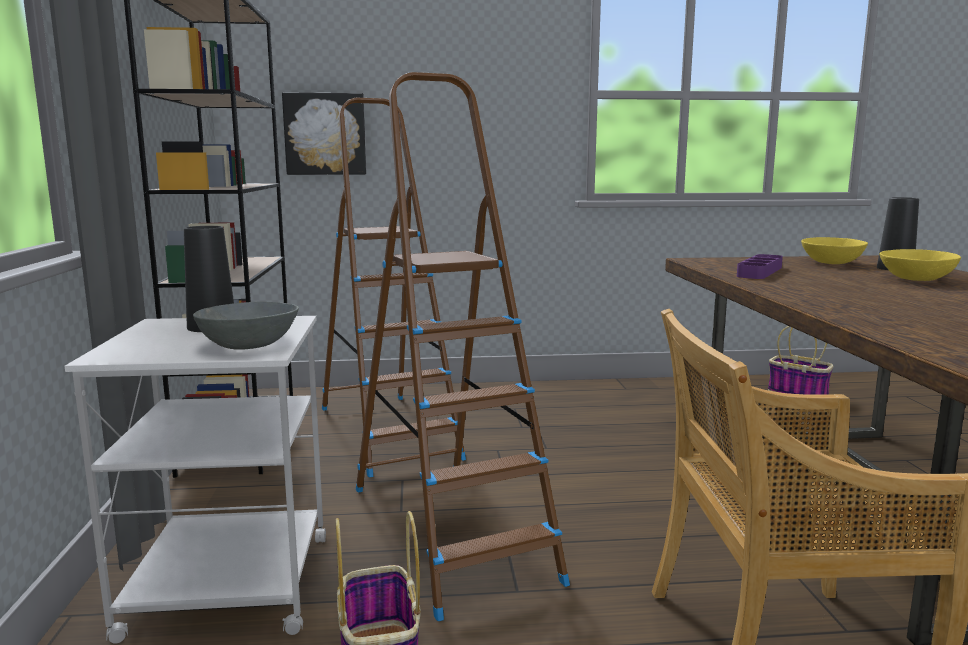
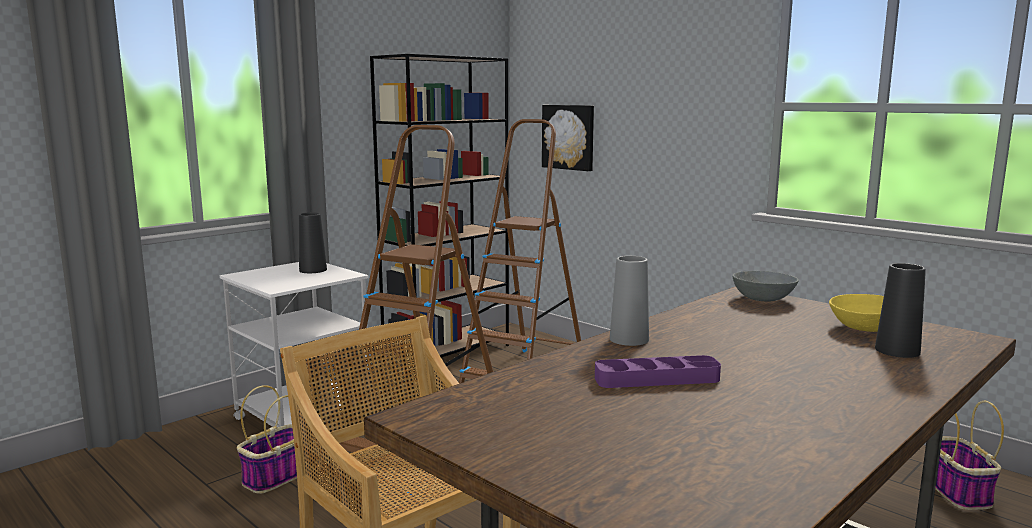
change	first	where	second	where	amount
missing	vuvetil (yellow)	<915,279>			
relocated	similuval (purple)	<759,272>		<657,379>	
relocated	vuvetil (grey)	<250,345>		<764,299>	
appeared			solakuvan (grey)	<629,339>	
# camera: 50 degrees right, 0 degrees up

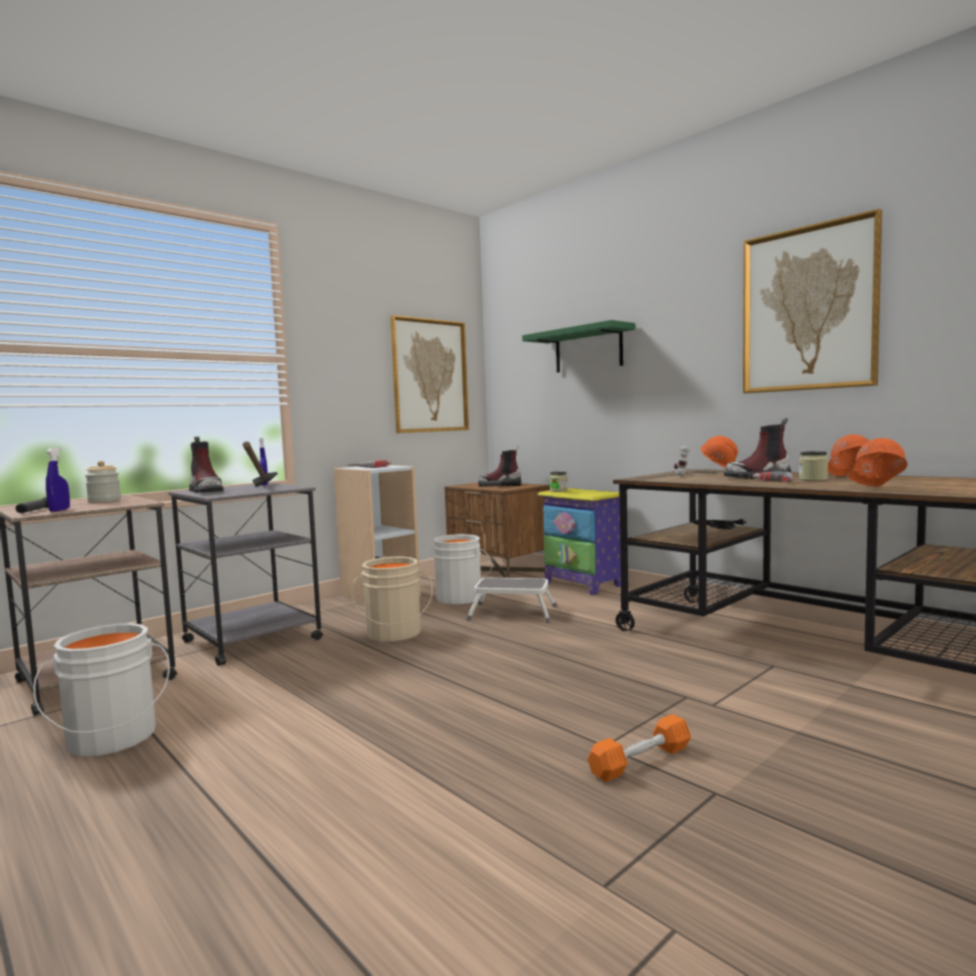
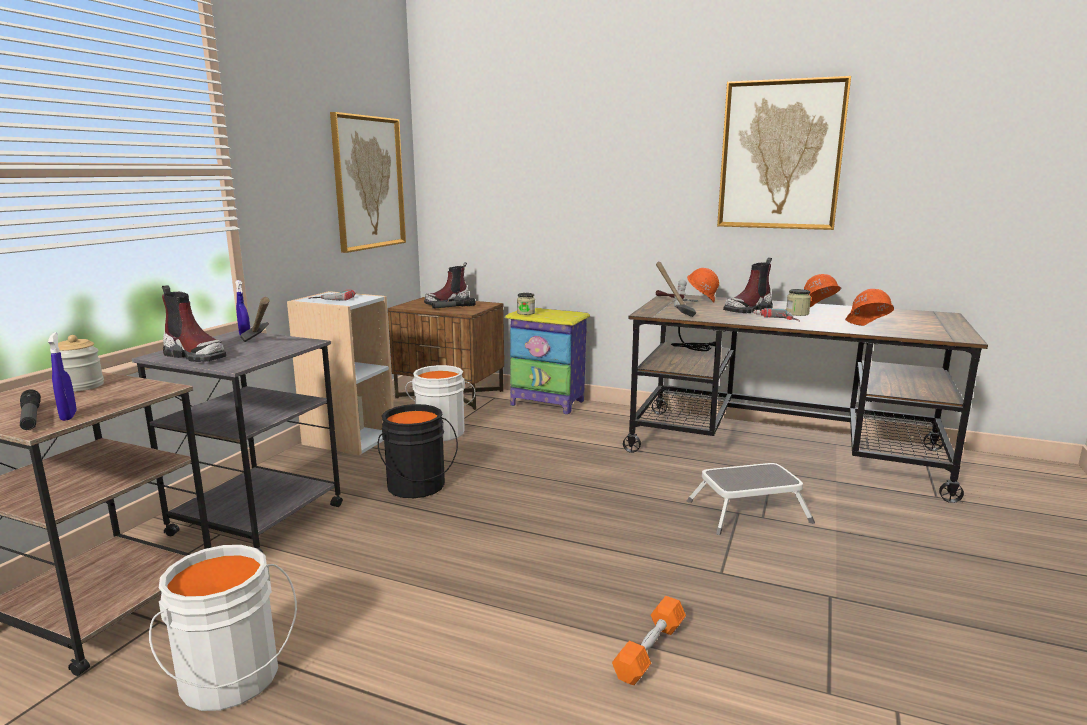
change	first	where	second	where	amount
missing	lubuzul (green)	<588,349>			
colour	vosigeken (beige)	<394,634>	vosigeken (black)	<417,487>	
relocated	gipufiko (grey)	<512,613>		<748,511>	
relocated	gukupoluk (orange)	<641,761>		<650,650>	
appeared			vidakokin	<672,312>	
# camera: 25 degrees left, 10 degrees up

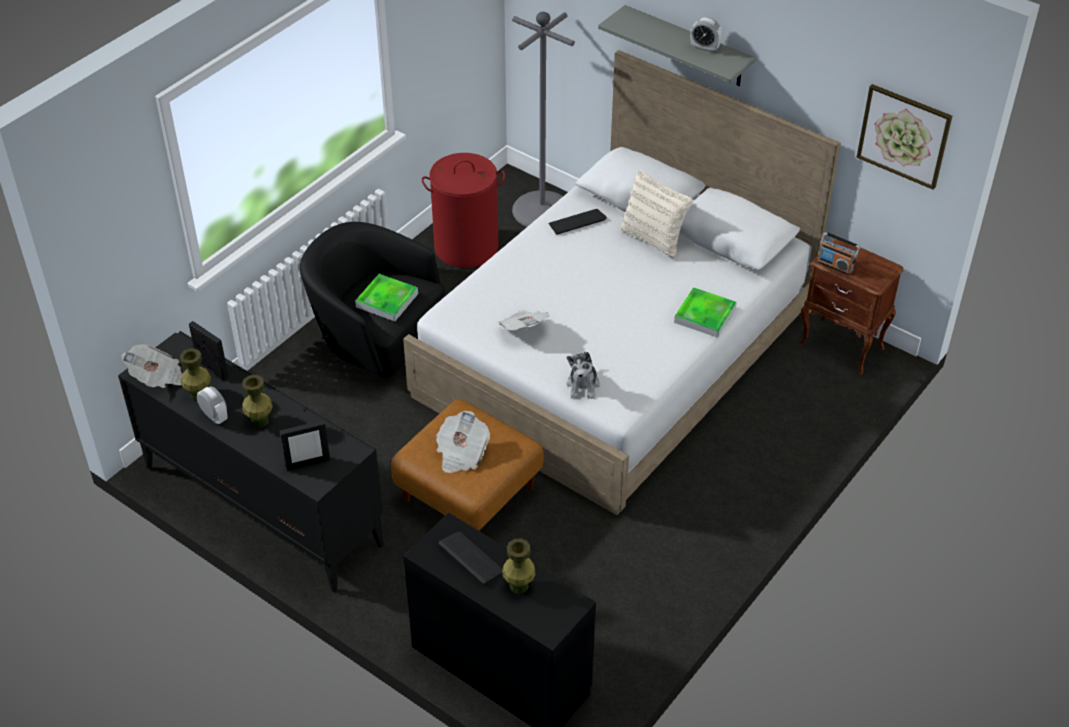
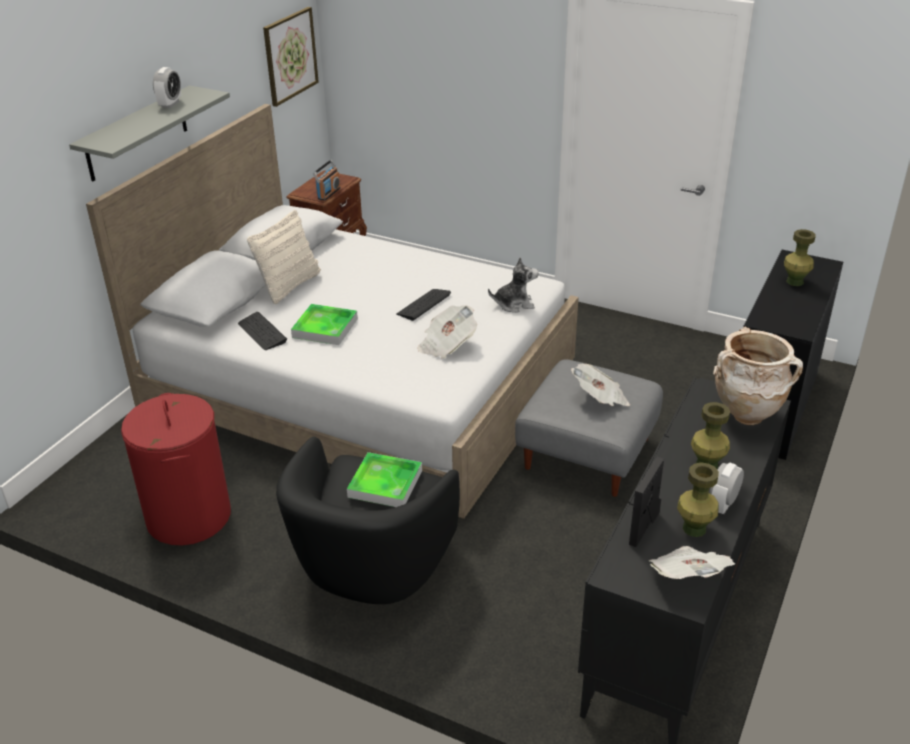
change	first	where	second	where	amount
missing	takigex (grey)	<542,210>			
relocated	similuval	<705,315>		<325,328>	
colour	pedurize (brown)	<470,494>	pedurize (grey)	<586,453>	
exchanged	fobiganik	<307,463>	solakuvan (beige)	<744,417>	
relocated	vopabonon	<471,558>		<423,305>	
# camera: 100 degrees left, 10 degrees down

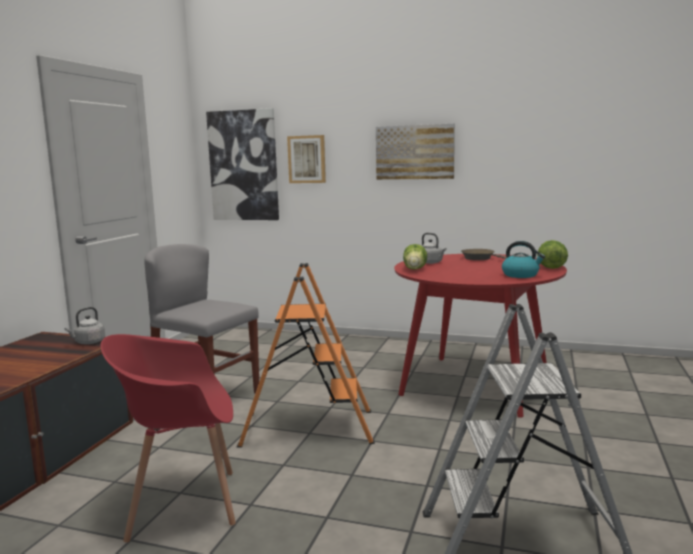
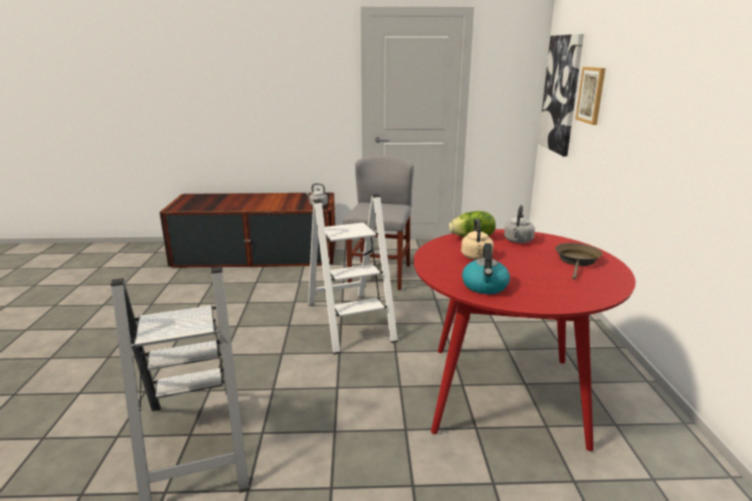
change	first	where	second	where	amount
missing	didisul	<415,152>			
missing	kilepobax	<551,267>			
colour	gipufiko (orange)	<306,427>	gipufiko (white)	<349,321>	
missing	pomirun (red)	<181,504>			
appeared			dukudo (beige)	<476,257>	
# camera: 70 degrees right, 10 degrees up

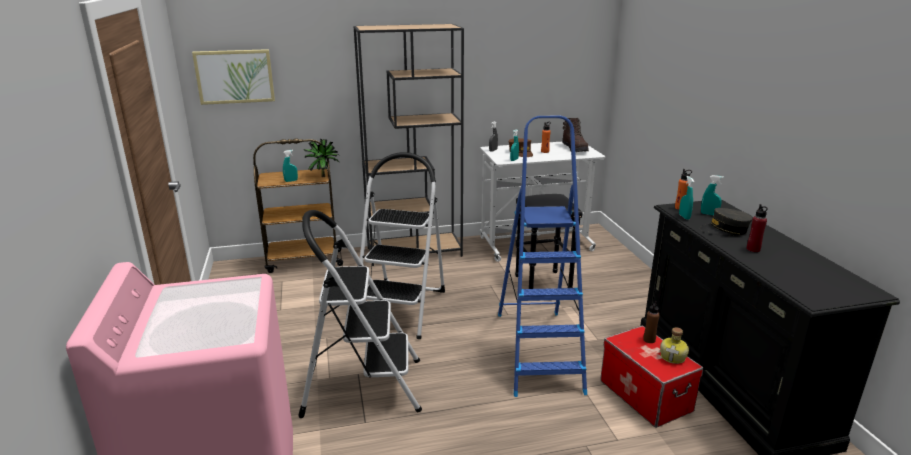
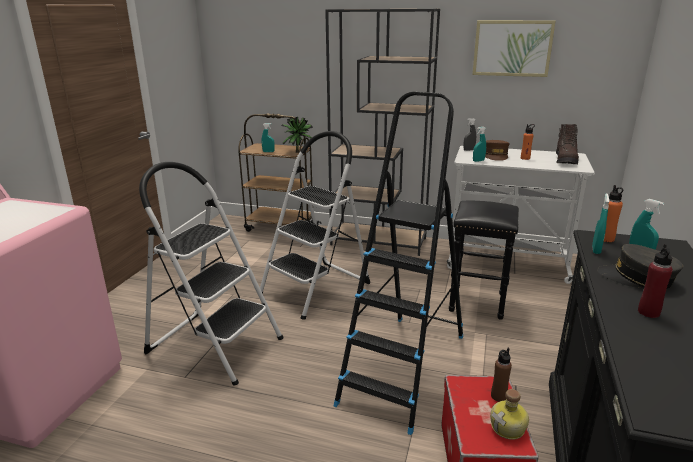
change	first	where	second	where	amount
relocated	didisul	<235,76>		<512,48>	
colour	gipufiko (blue)	<538,350>	gipufiko (black)	<404,368>	
# camera: 30 degrees right, 0 degrees up

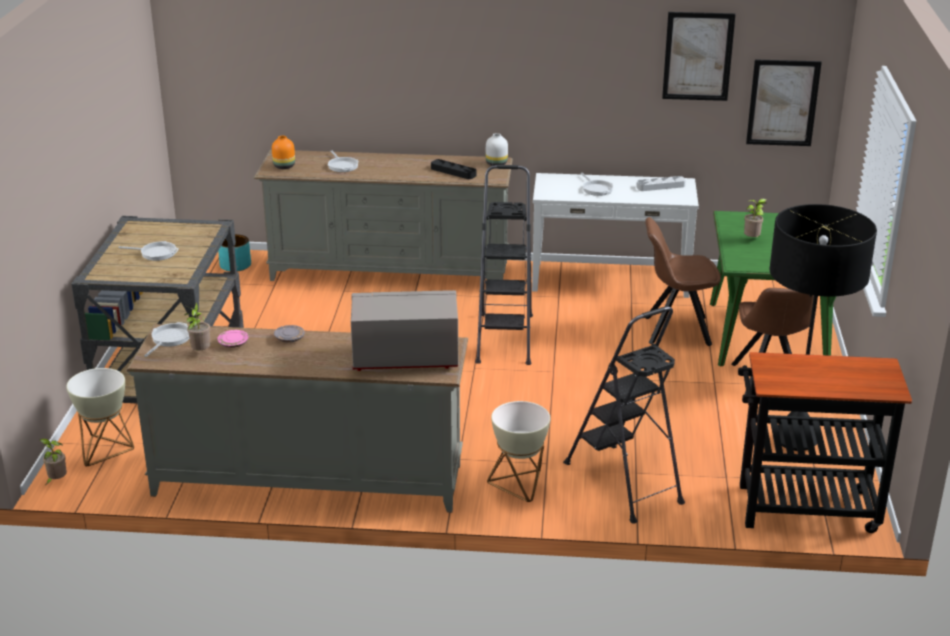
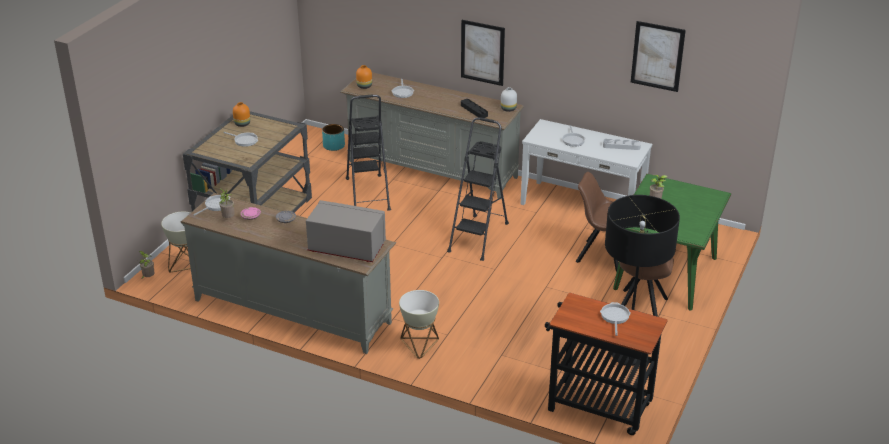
change	first	where	second	where	amount
relocated	didisul	<783,103>		<482,52>	
relocated	gipufiko	<623,483>		<367,194>	
appeared			solakuvan (orange)	<242,124>	
appeared			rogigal	<614,317>	
# camera: 20 degrees right, 5 degrees up

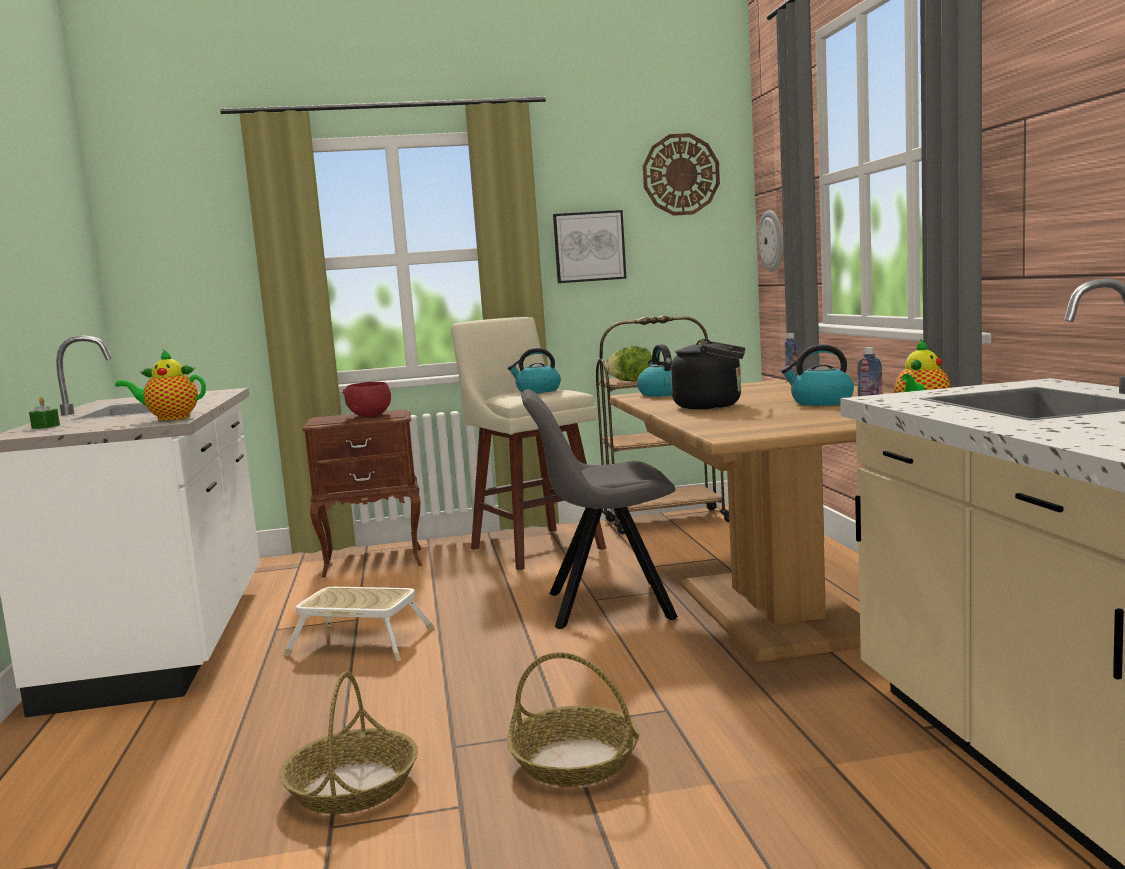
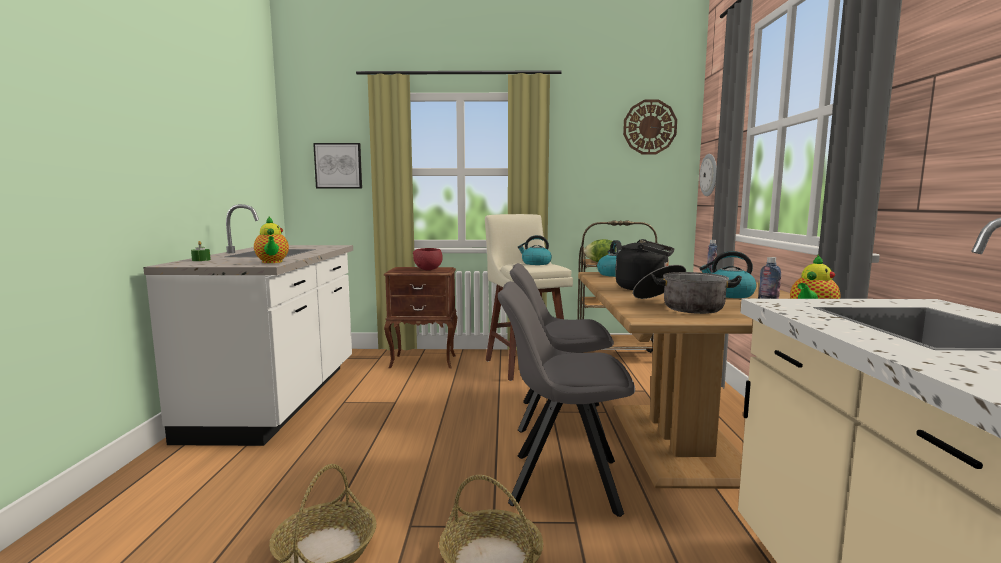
change	first	where	second	where	amount
relocated	didisul	<589,246>		<338,166>	
spun	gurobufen	<169,418>		<272,262>	120 degrees counterclockwise
missing	gipufiko (beige)	<360,642>			
appeared			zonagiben	<680,306>	
appeared			pomirun (grey)	<563,482>	
# camera: 10 degrees right, 0 degrees up

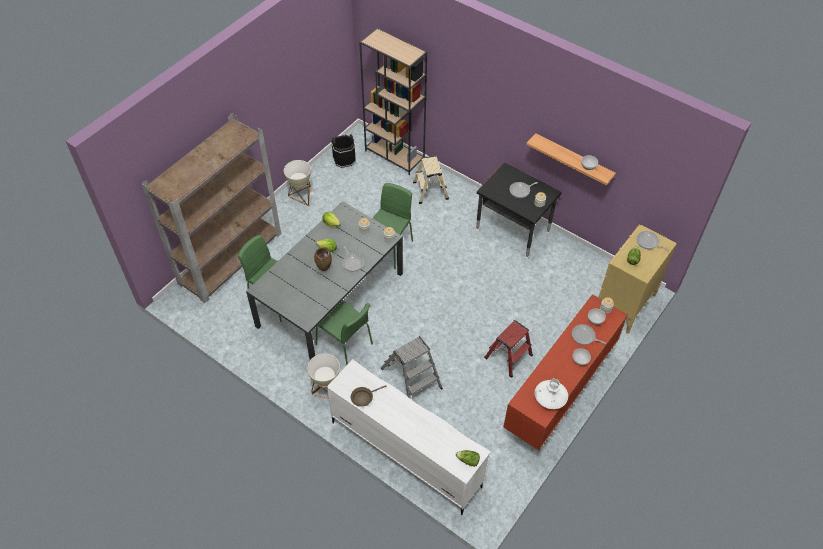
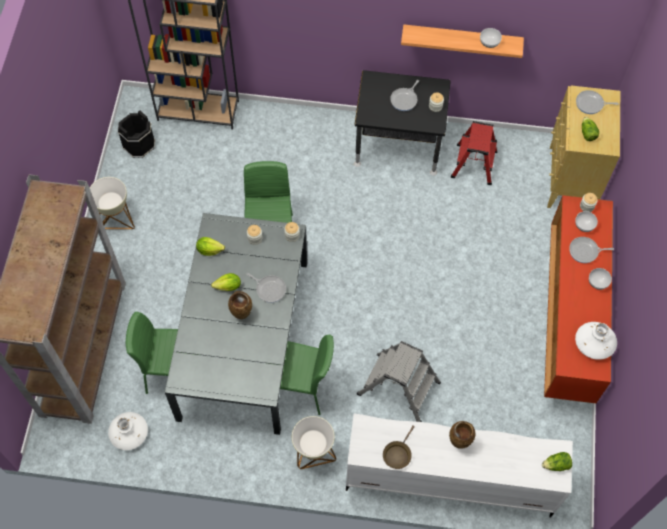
change	first	where	second	where	amount
missing	gipufiko (beige)	<430,190>			
relocated	gipufiko (red)	<508,356>		<474,164>	
appeared			solakuvan (white)	<129,433>	
appeared			solakuvan (brown)	<459,442>	
# camera: 30 degrees left, 10 degrees up

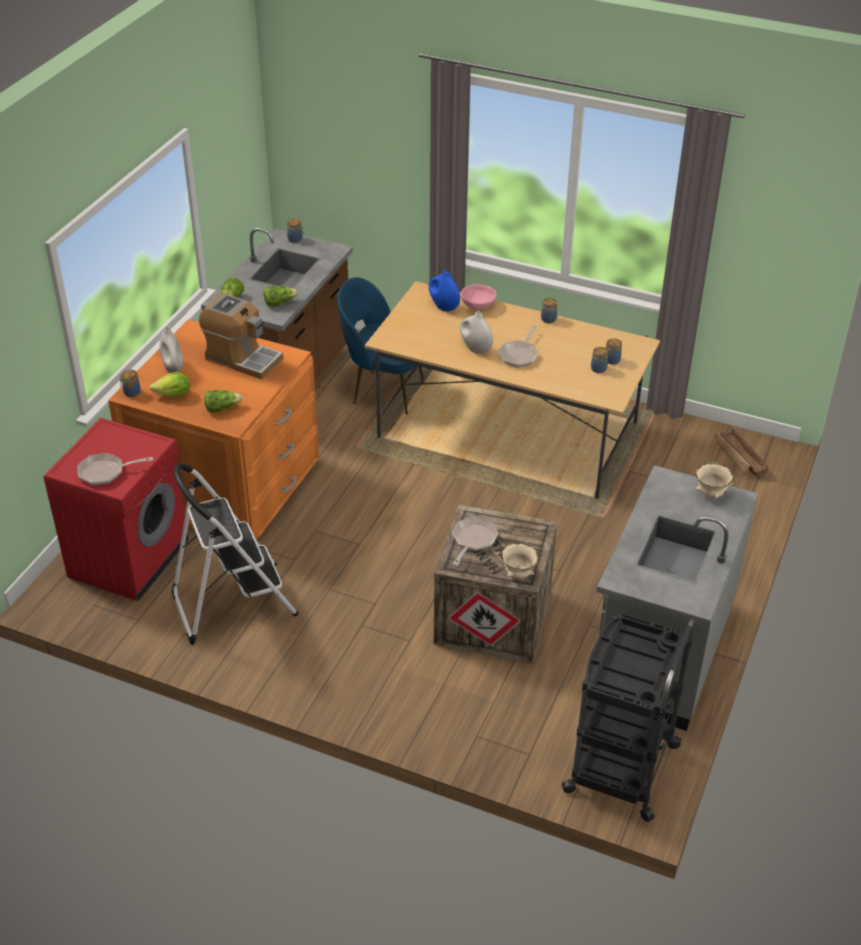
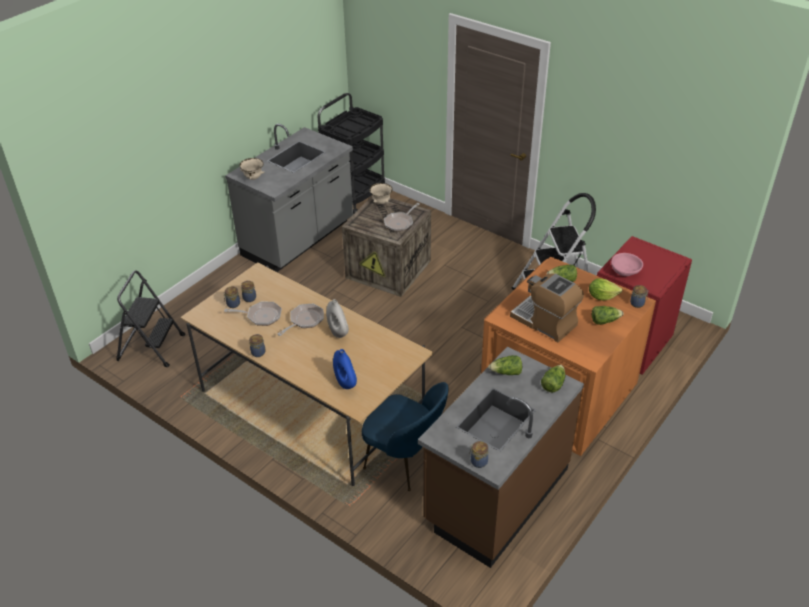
change	first	where	second	where	amount
relocated	vuvetil (pink)	<478,305>		<625,272>	
exchanged	solakuvan (white)	<173,368>	kilepobax	<604,321>	
exchanged	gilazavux	<739,458>	gipufiko (black)	<148,346>	
relocated	rogigal	<105,472>		<261,316>	
# camera: 165 degrees left, 0 degrees up

